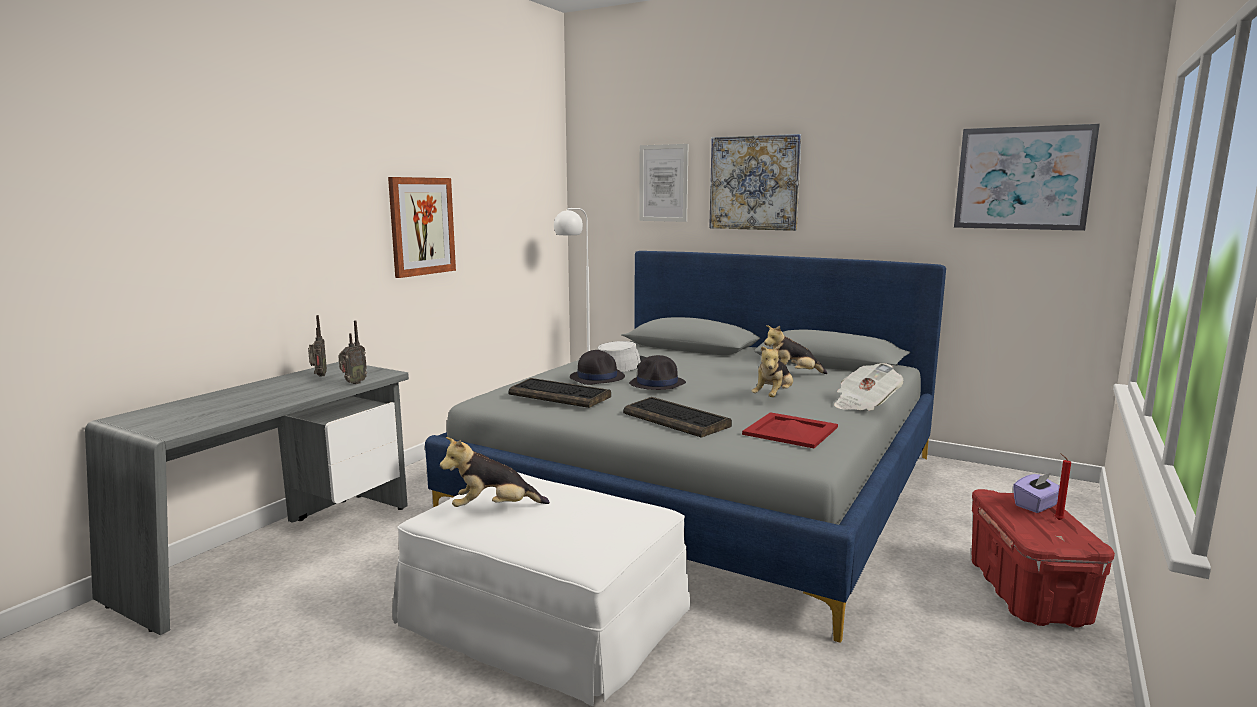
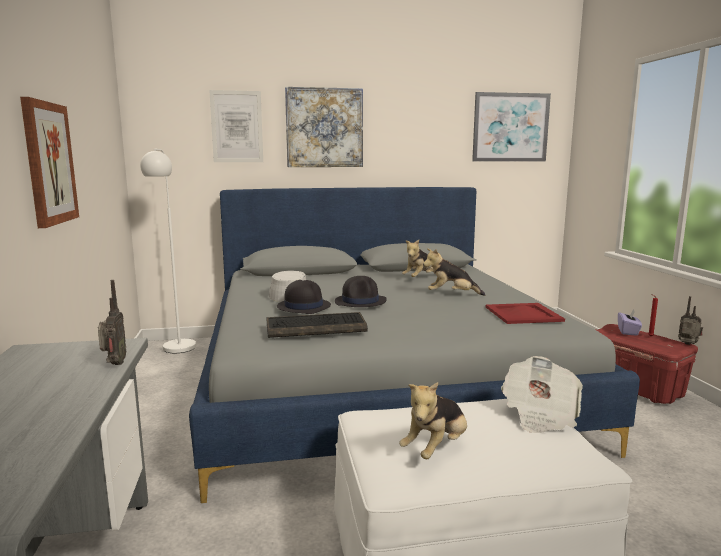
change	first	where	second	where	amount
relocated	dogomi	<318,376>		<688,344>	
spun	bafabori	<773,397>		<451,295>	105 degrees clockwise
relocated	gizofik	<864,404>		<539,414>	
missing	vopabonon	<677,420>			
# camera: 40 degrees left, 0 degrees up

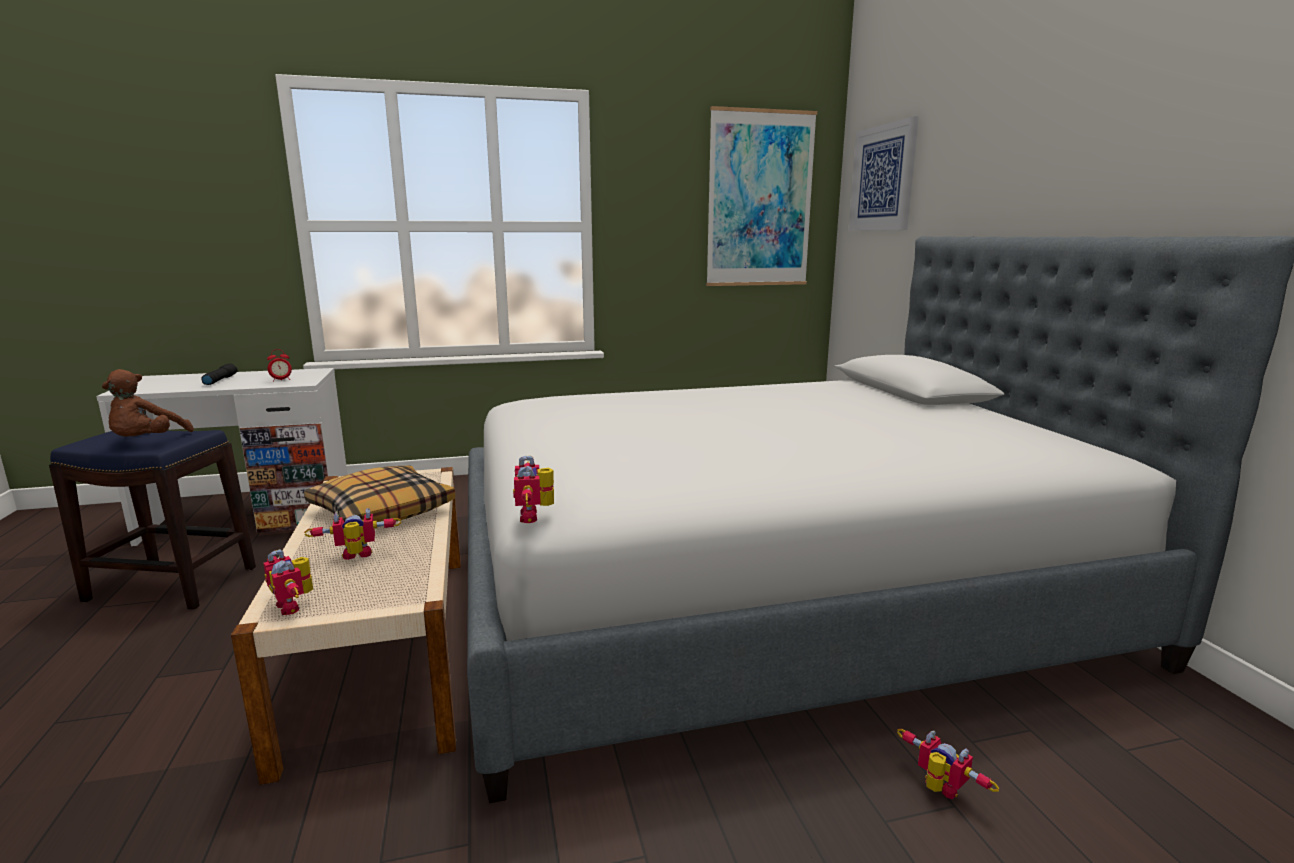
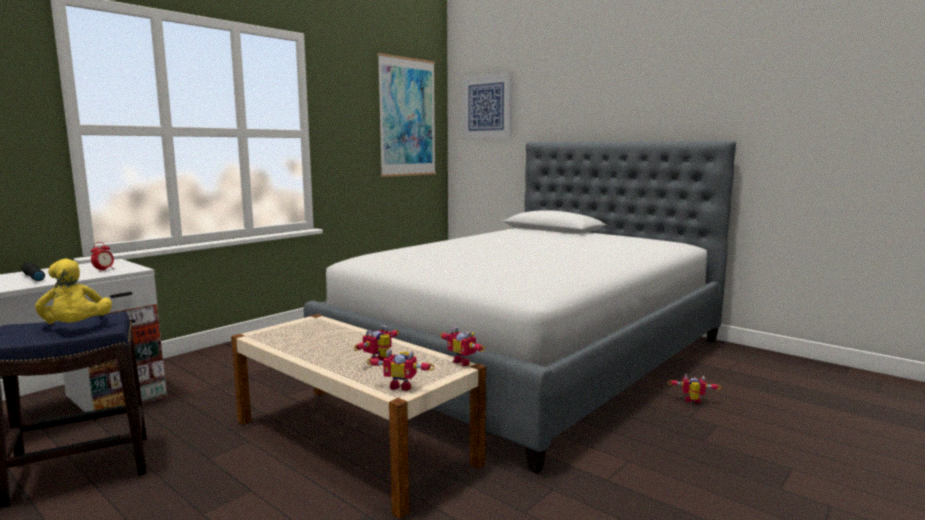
change	first	where	second	where	amount
colour	bafabori (brown)	<147,442>	bafabori (yellow)	<76,328>	
relocated	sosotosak	<535,516>		<464,362>	
missing	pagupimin	<381,511>			
# camera: 35 degrees left, 5 degrees down

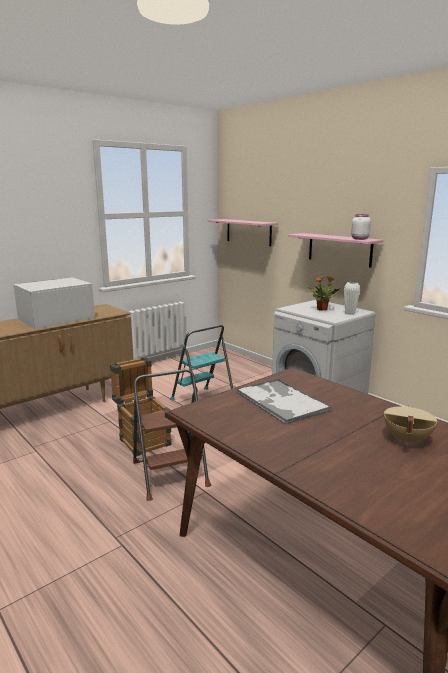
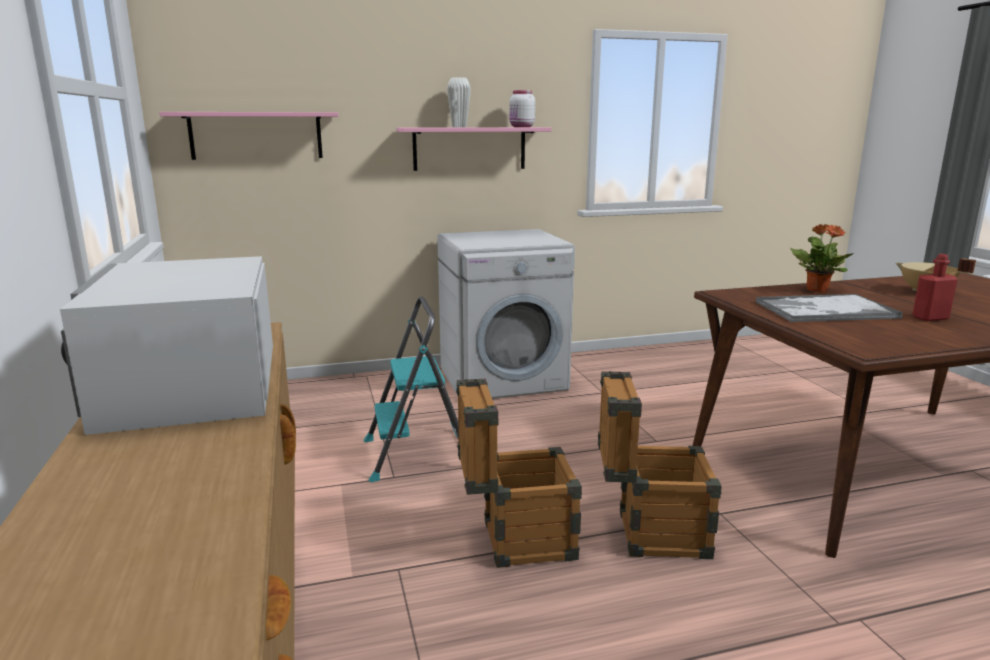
change	first	where	second	where	amount
relocated	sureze	<322,309>		<817,290>	
relocated	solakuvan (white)	<350,313>		<459,127>	
exchanged	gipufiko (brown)	<169,471>	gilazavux	<649,533>	
appeared			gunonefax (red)	<930,318>	
# camera: 65 degrees left, 0 degrees up

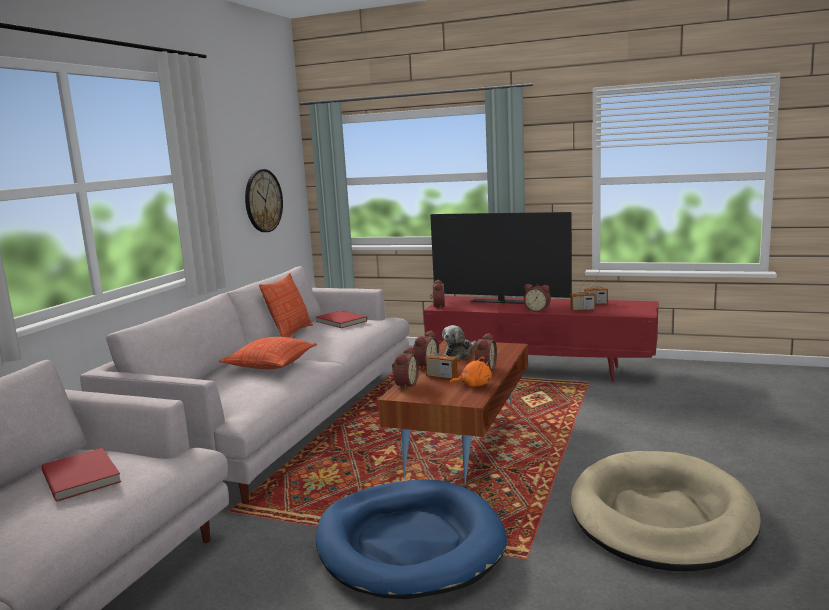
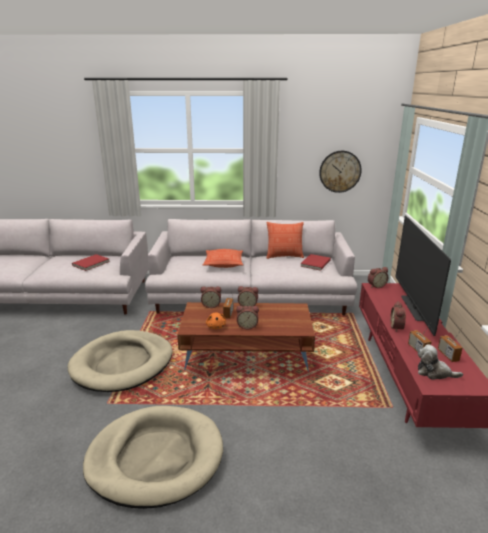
change	first	where	second	where	amount
relocated	bafabori	<459,354>		<434,372>	
colour	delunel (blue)	<409,544>	delunel (beige)	<123,364>	
# camera: 70 degrees right, 10 degrees up

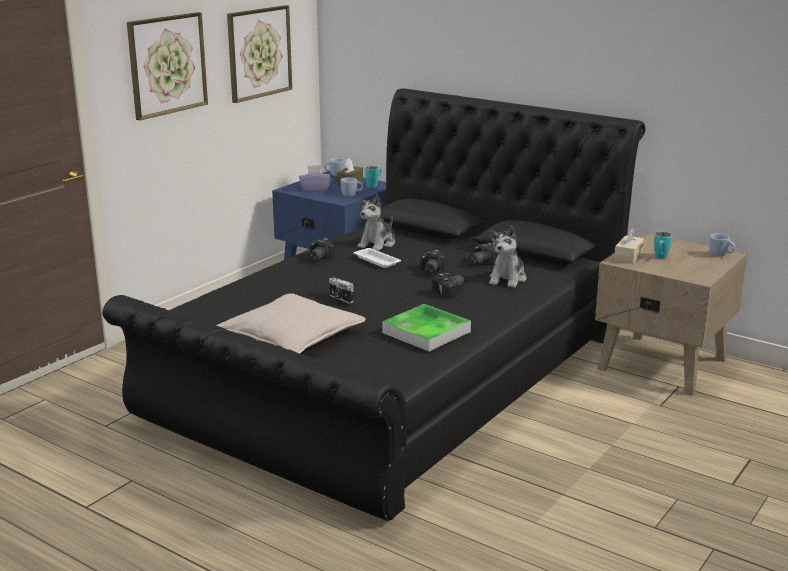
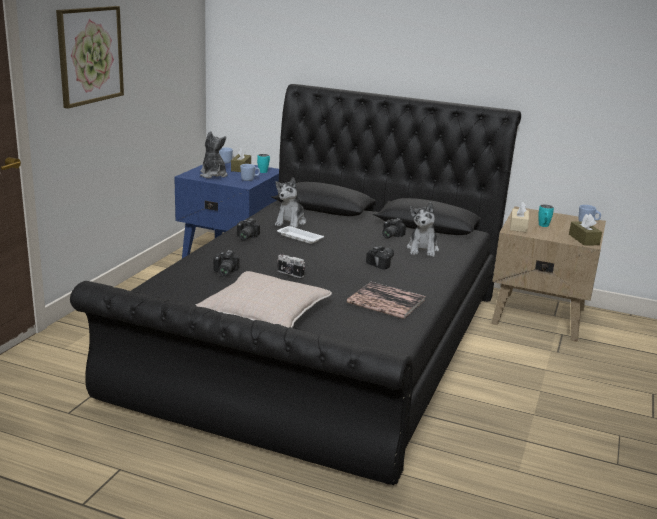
change	first	where	second	where	amount
missing	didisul	<259,53>			
exchanged	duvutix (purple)	<315,189>	bafabori	<213,175>	
relocated	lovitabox	<429,271>		<223,272>	
exchanged	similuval	<426,332>	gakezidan	<386,301>	
appeared			duvutix (brown)	<583,239>	
# camera: 15 degrees left, 0 degrees up

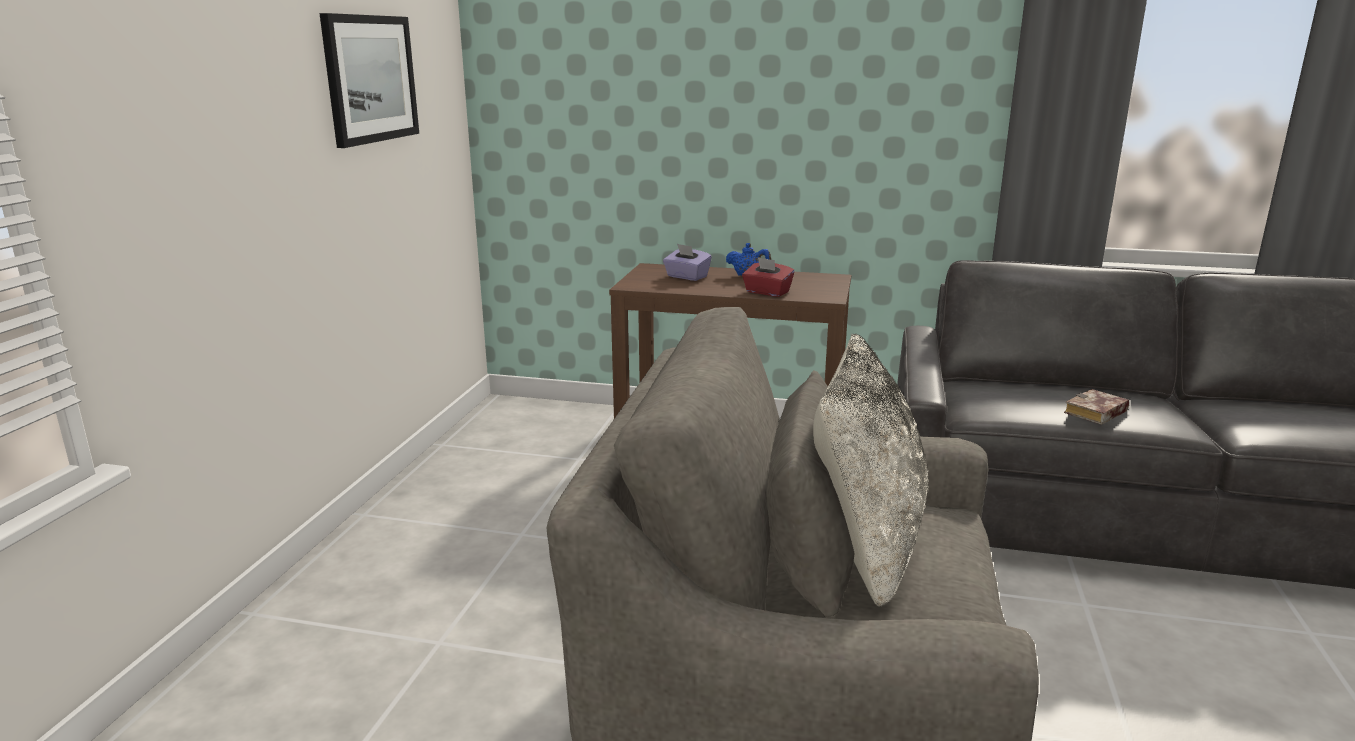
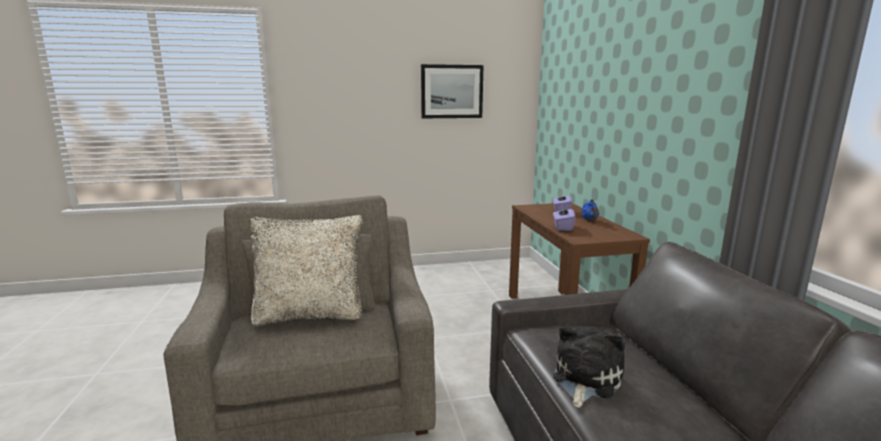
change	first	where	second	where	amount
colour	duvutix (red)	<767,292>	duvutix (purple)	<562,227>	
exchanged	gakezidan	<1096,414>	bafabori	<584,379>	
# camera: 65 degrees right, 5 degrees down

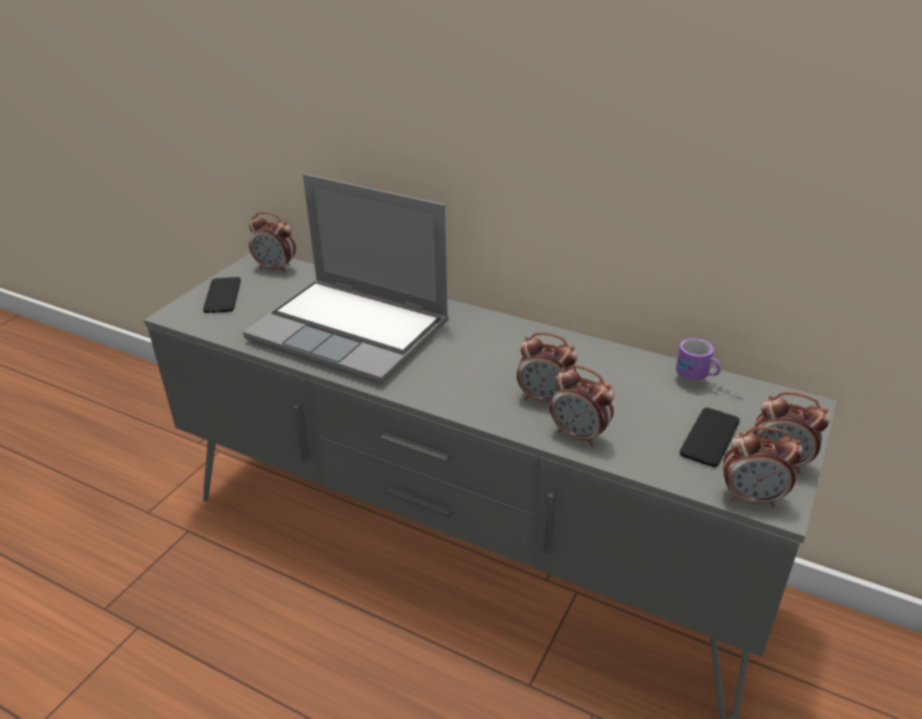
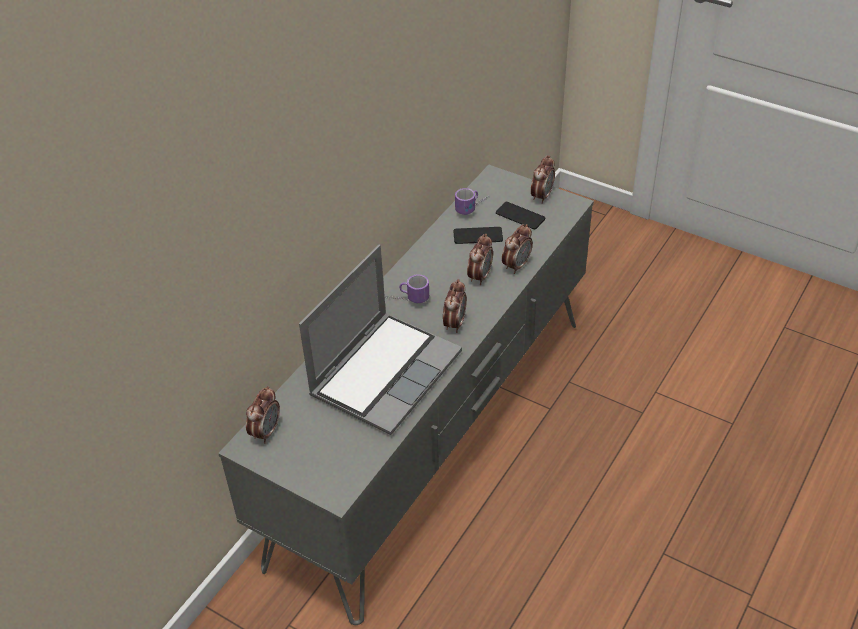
change	first	where	second	where	amount
relocated	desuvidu	<222,296>		<478,236>	
relocated	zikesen	<751,498>		<454,323>	
appeared			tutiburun	<405,300>	
# camera: 85 degrees left, 10 degrees up

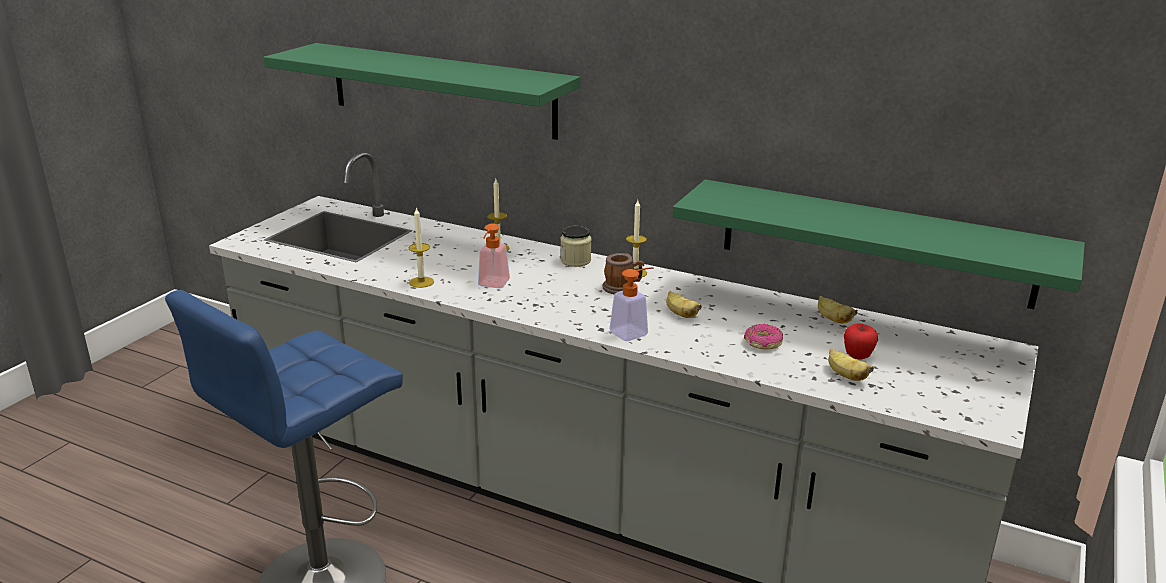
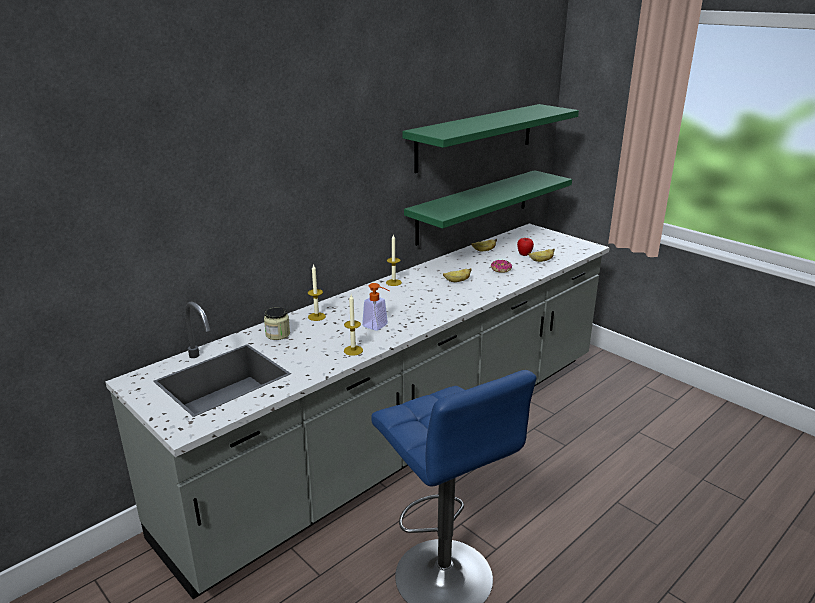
change	first	where	second	where	amount
relocated	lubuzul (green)	<441,90>		<476,137>	
relocated	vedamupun	<575,261>		<277,334>	
missing	tutiburun	<622,288>			
missing	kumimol	<633,332>			
# camera: 70 degrees left, 0 degrees up

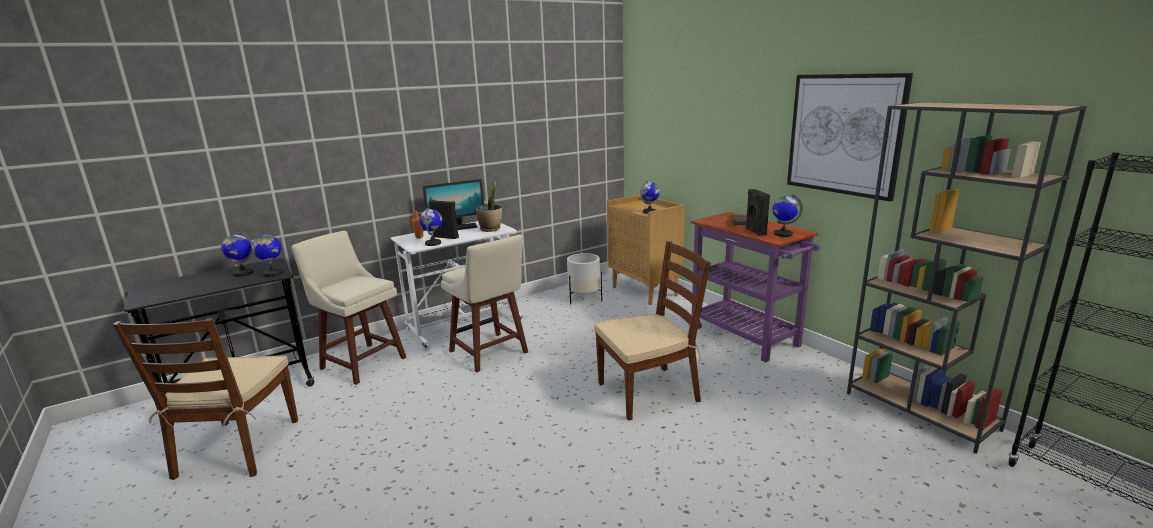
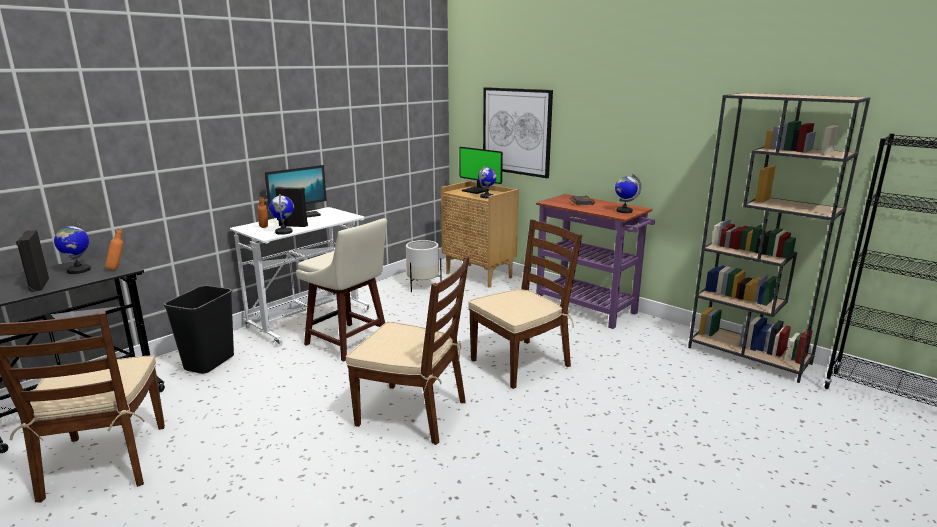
change	first	where	second	where	amount
relocated	didisul	<844,134>		<516,131>	
missing	sureze	<490,229>			
relocated	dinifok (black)	<755,232>		<38,285>	
exchanged	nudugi	<273,274>	gunonefax (orange)	<118,269>	
exchanged	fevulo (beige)	<361,362>	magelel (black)	<209,363>	
appeared			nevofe	<476,190>	
appeared			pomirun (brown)	<413,413>	
# camera: 15 degrees left, 0 degrees up

